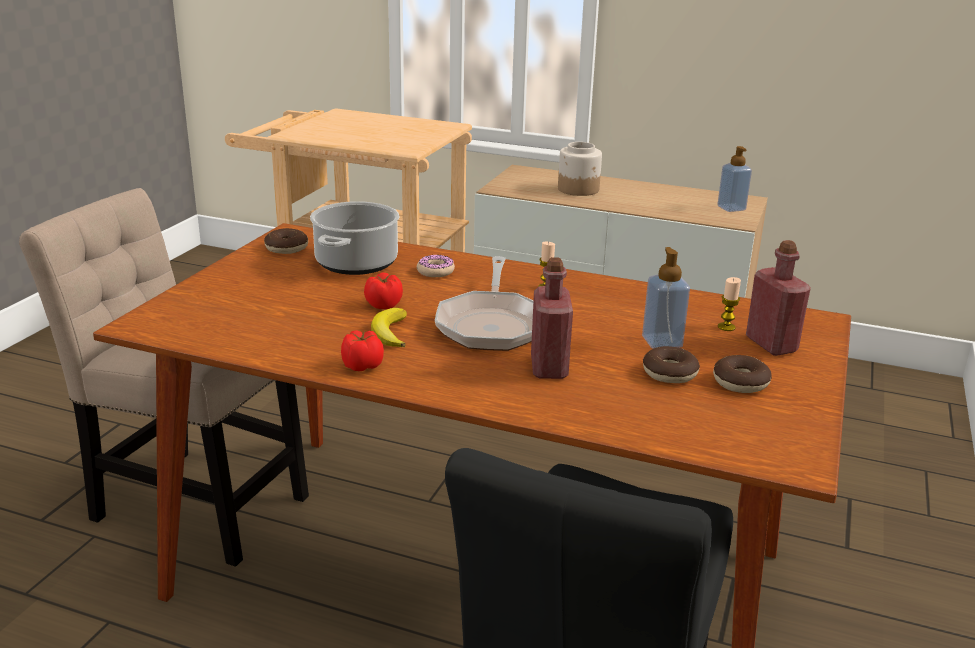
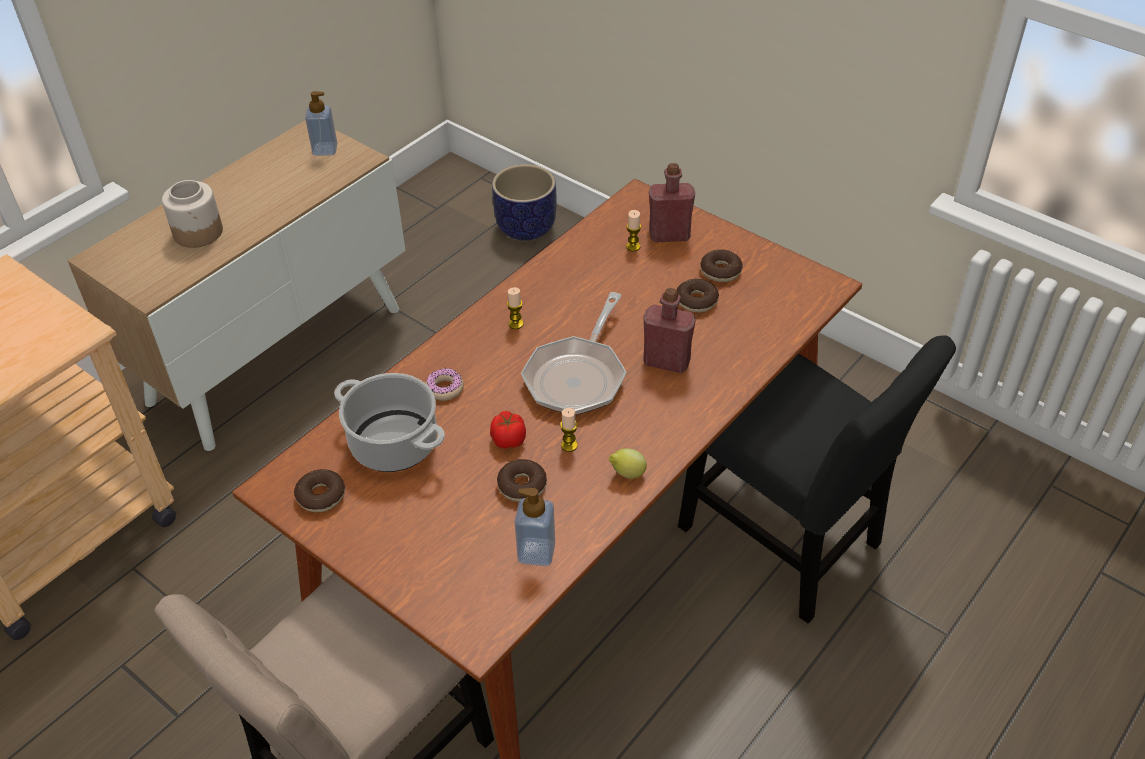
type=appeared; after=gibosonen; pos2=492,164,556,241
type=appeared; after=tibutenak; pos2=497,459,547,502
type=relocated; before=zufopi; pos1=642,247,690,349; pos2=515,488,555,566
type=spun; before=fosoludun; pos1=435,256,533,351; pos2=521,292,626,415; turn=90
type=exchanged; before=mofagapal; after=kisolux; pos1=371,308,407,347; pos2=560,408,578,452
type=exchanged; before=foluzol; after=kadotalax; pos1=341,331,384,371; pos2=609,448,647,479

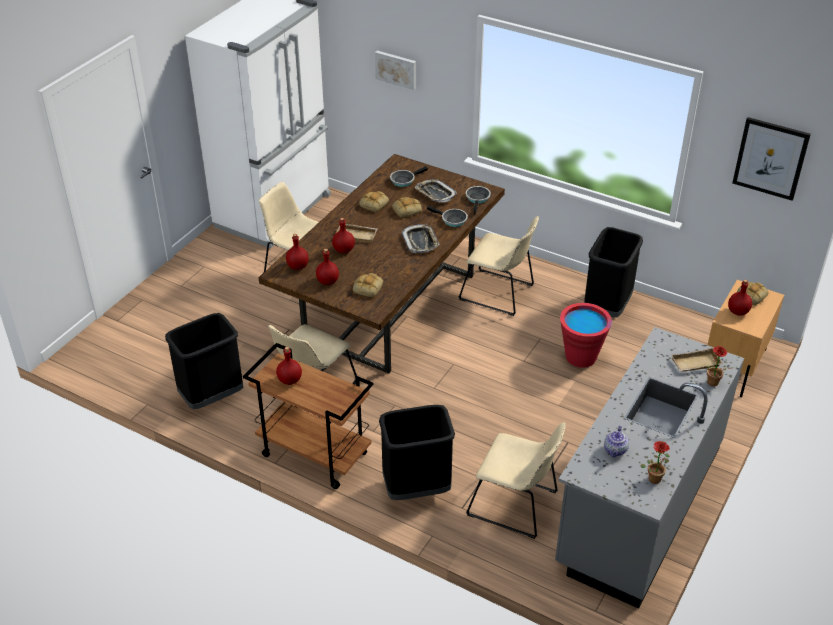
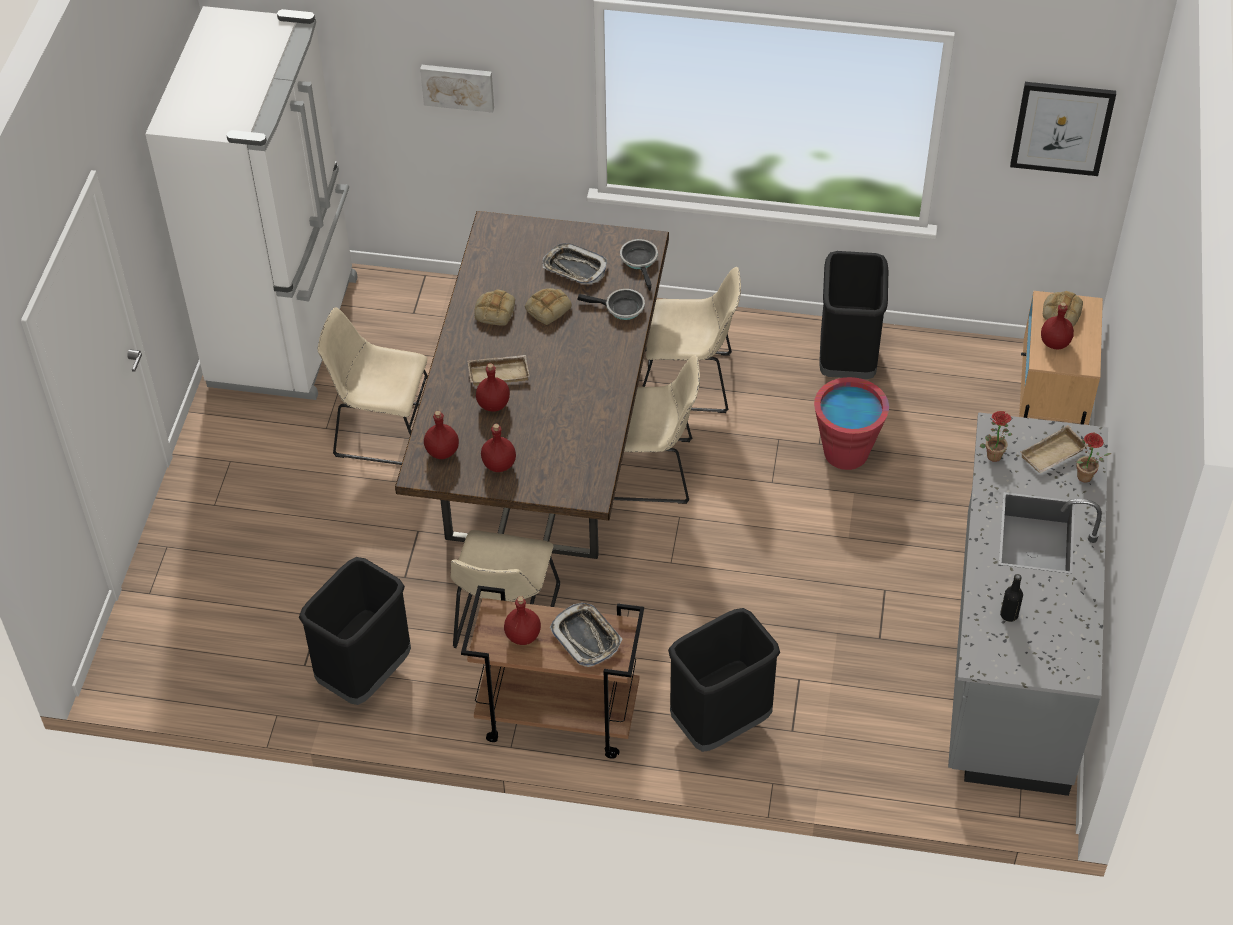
type=relocated; before=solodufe; pos1=402,224,440,253; pos2=550,603,623,667
type=relocated; before=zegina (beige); pos1=466,423,566,539; pos2=614,355,700,504
type=relocated; before=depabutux; pos1=640,441,670,484; pos2=980,411,1012,462
type=exchanged; before=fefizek; after=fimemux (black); pos1=604,426,629,457; pos2=1000,574,1023,622
type=missing; before=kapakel; pos1=353,273,383,297
type=missing; before=fosoludun; pos1=390,166,428,187

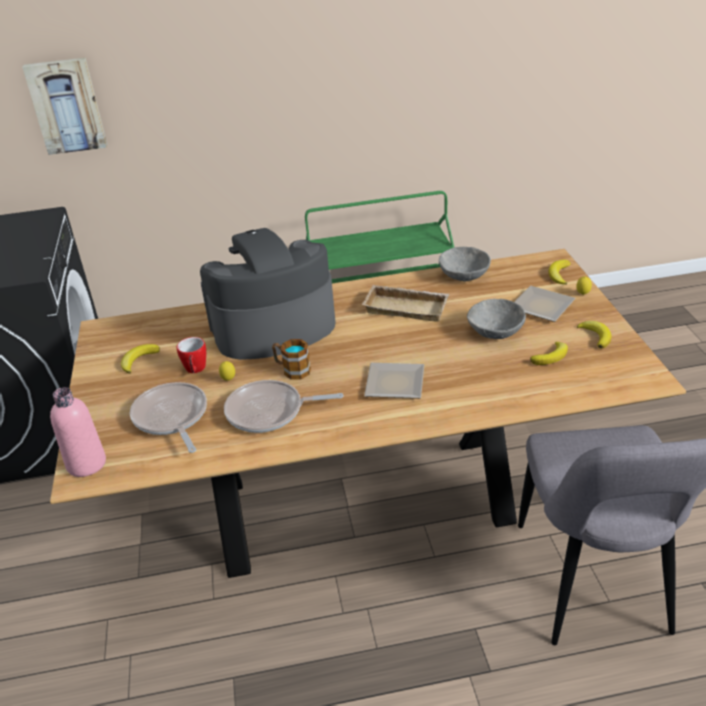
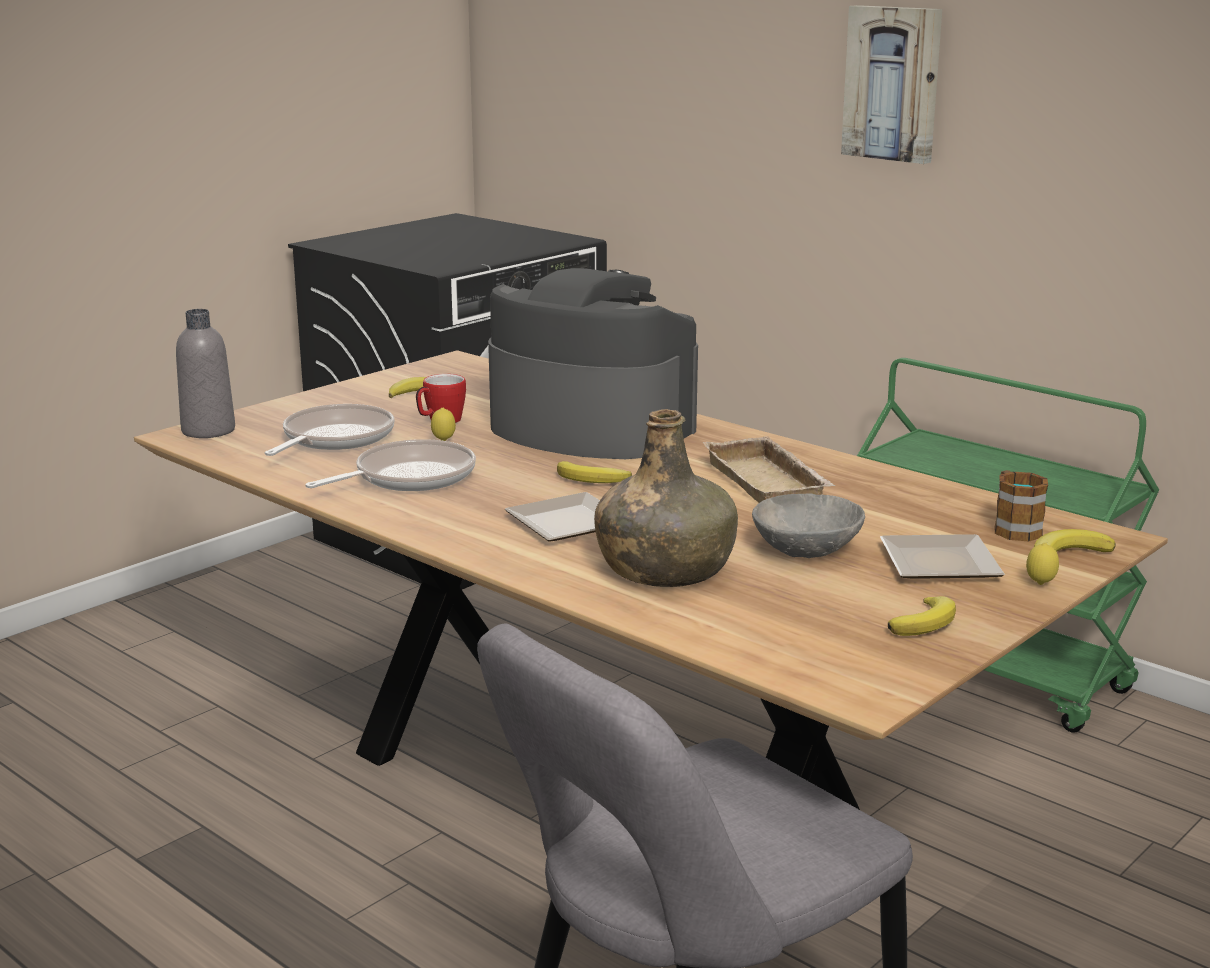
type=colour; before=fimemux (pink); after=fimemux (grey); pos1=50,387,106,477; pos2=176,309,235,438
type=spun; before=fosoludun; pos1=224,380,343,433; pos2=305,439,476,491; turn=90
type=relocated; before=mofagapal; pos1=530,342,568,365; pos2=557,461,632,483
type=appeared; after=fimemux (green); pos2=594,409,738,587
type=relocated; before=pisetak; pos1=22,58,107,155; pos2=841,5,942,164
type=relocated; before=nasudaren; pos1=272,339,311,379; pos2=994,470,1048,541
type=missing; before=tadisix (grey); pos1=439,247,491,282

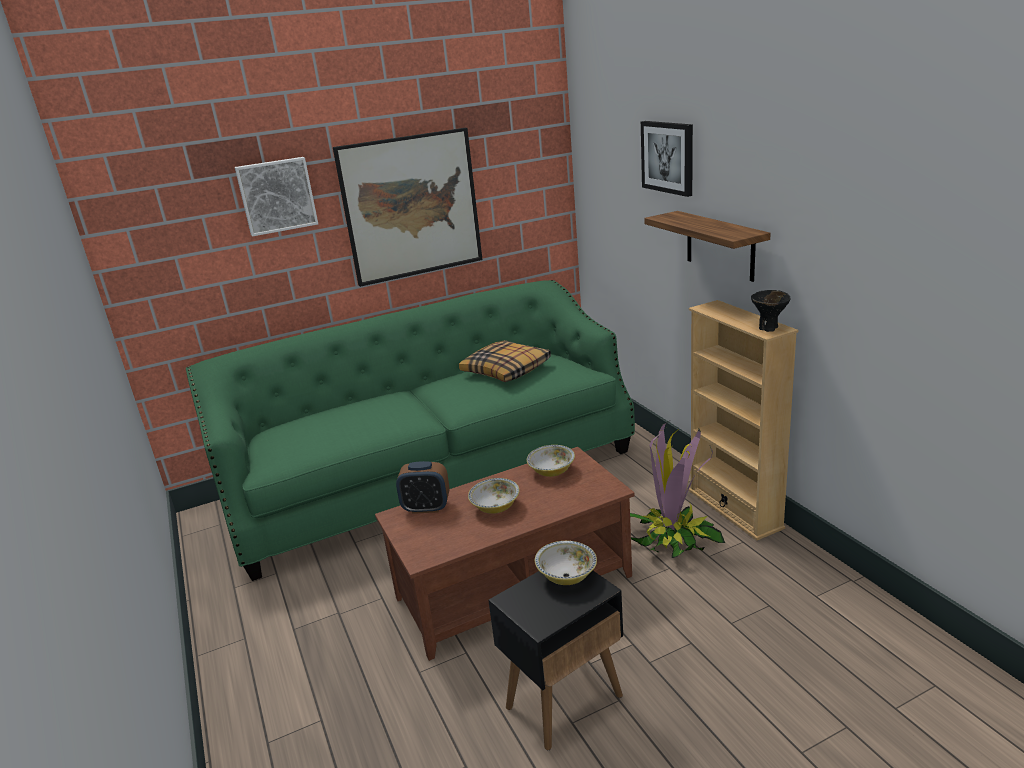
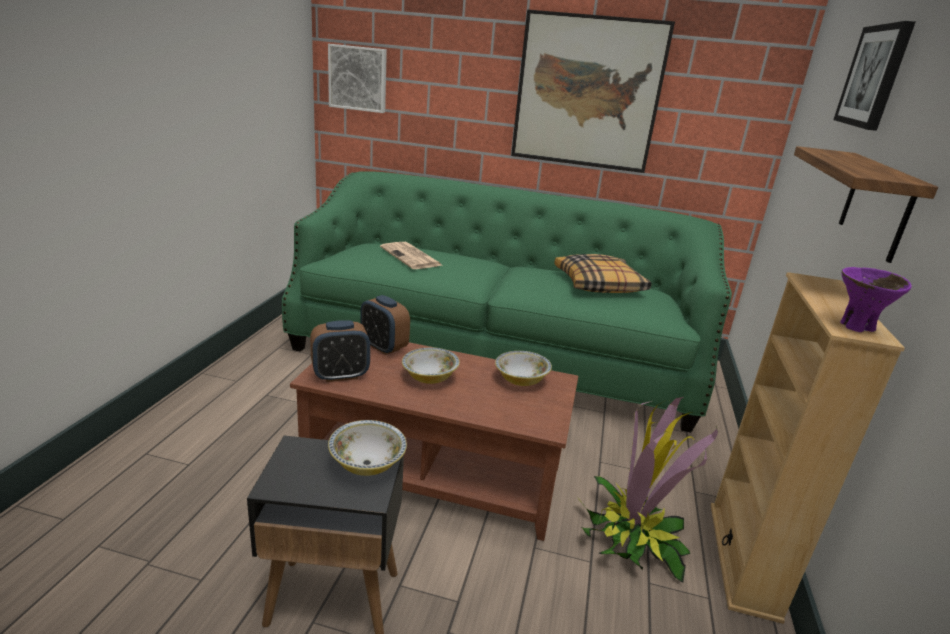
type=appeared; after=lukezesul; pos2=310,320,370,382
type=relocated; before=pisetak; pos1=235,157,318,237; pos2=328,44,387,113
type=appeared; after=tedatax; pos2=380,242,442,269
type=colour; before=tadisix (black); after=tadisix (purple); pos1=751,290,791,332; pos2=840,267,912,332

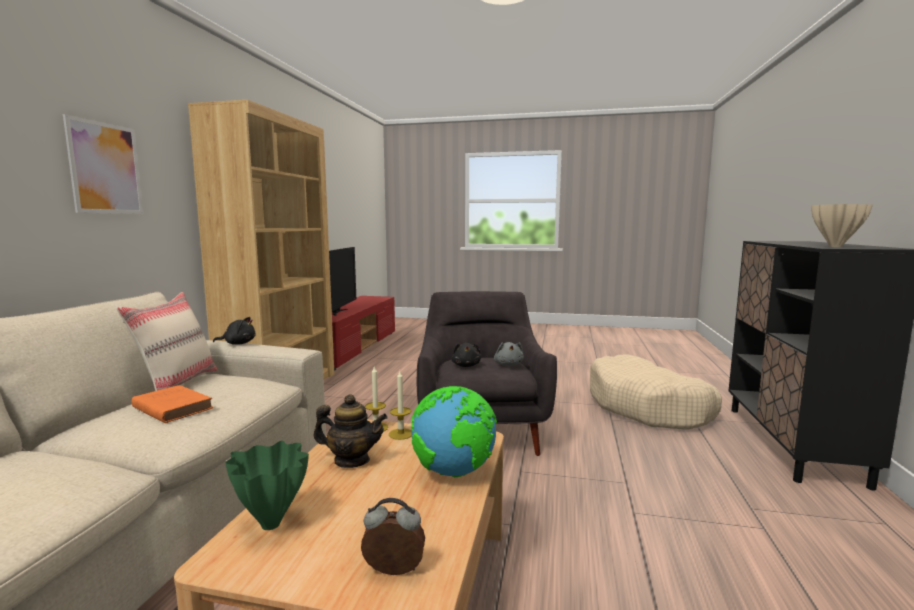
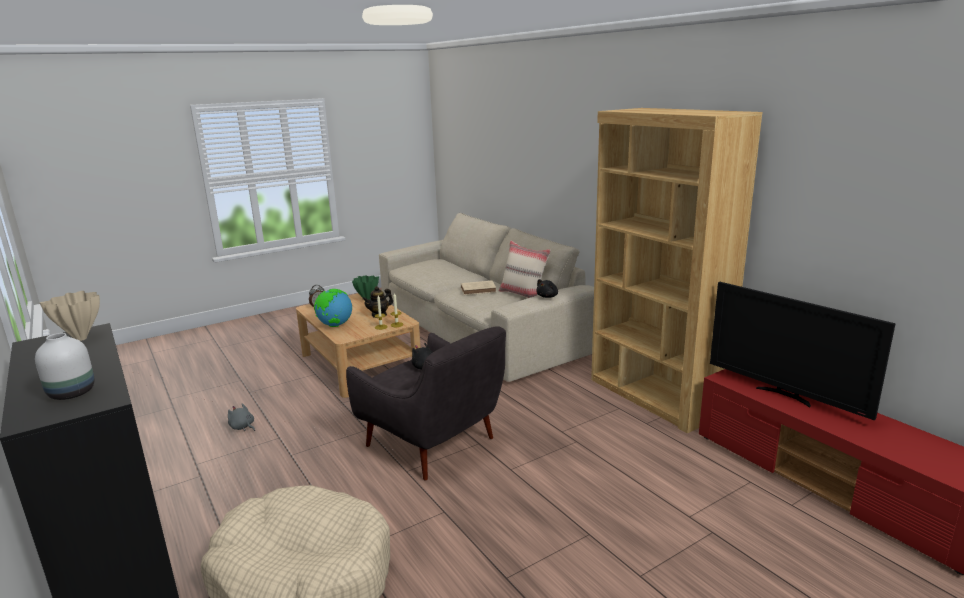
type=appeared; after=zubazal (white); pos2=35,333,94,400
type=relocated; before=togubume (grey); pos1=494,342,524,366; pos2=228,403,255,431
type=colour; before=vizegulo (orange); after=vizegulo (beige); pos1=132,385,213,423; pos2=461,281,496,295
type=missing; before=pisetak; pos1=63,114,143,214

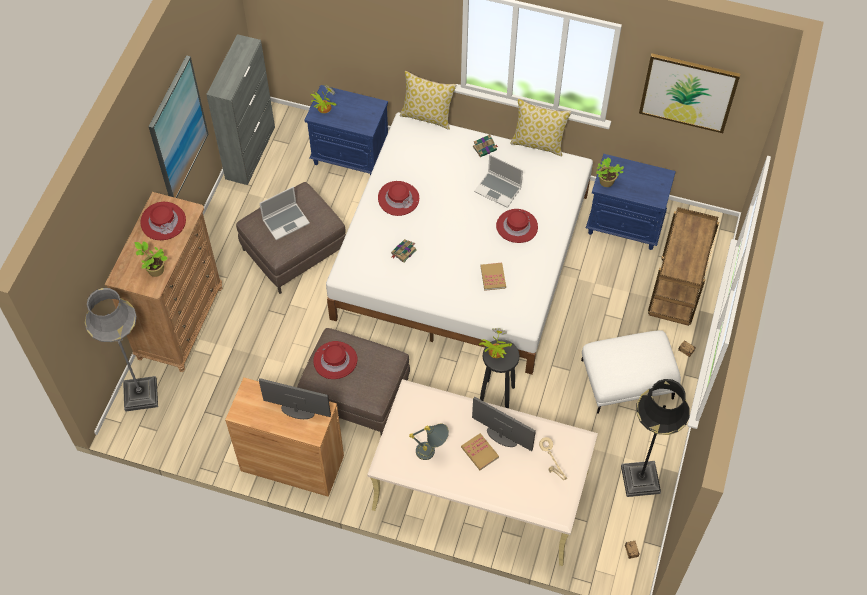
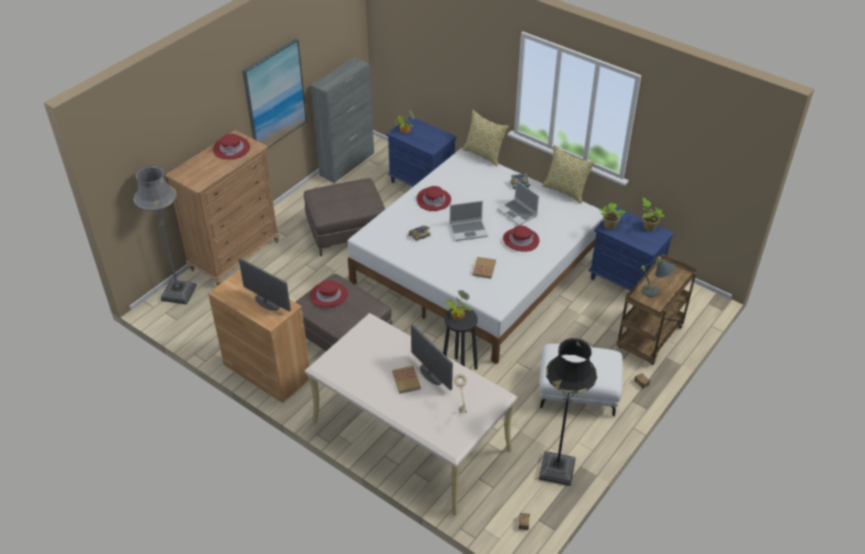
type=relocated; before=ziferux; pos1=259,187,310,240; pos2=449,201,488,241
type=relocated; before=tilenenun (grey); pos1=409,424,449,460; pos2=641,257,676,297
type=relocated; before=depabutux; pos1=134,241,168,277; pos2=642,198,665,231
type=missing; before=pisetak; pos1=639,53,740,133

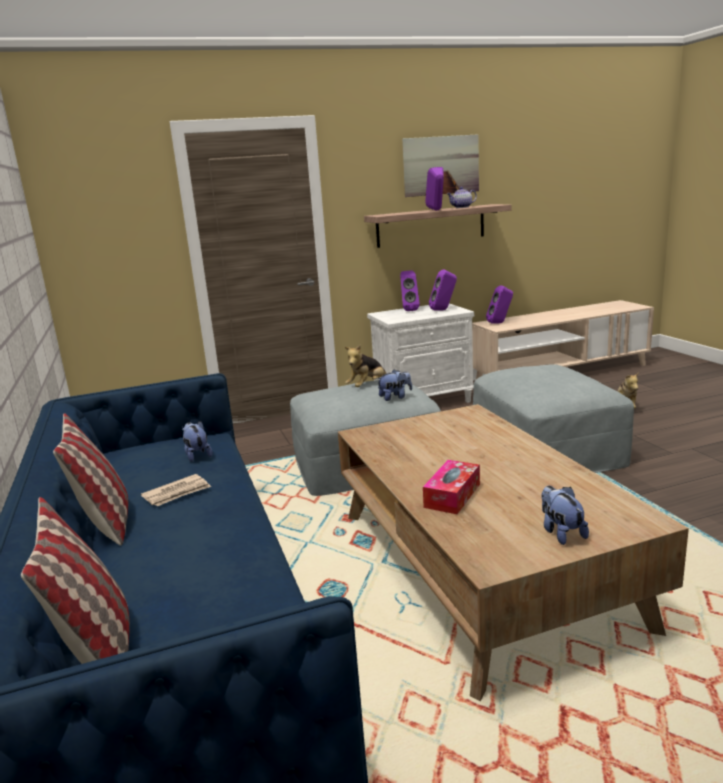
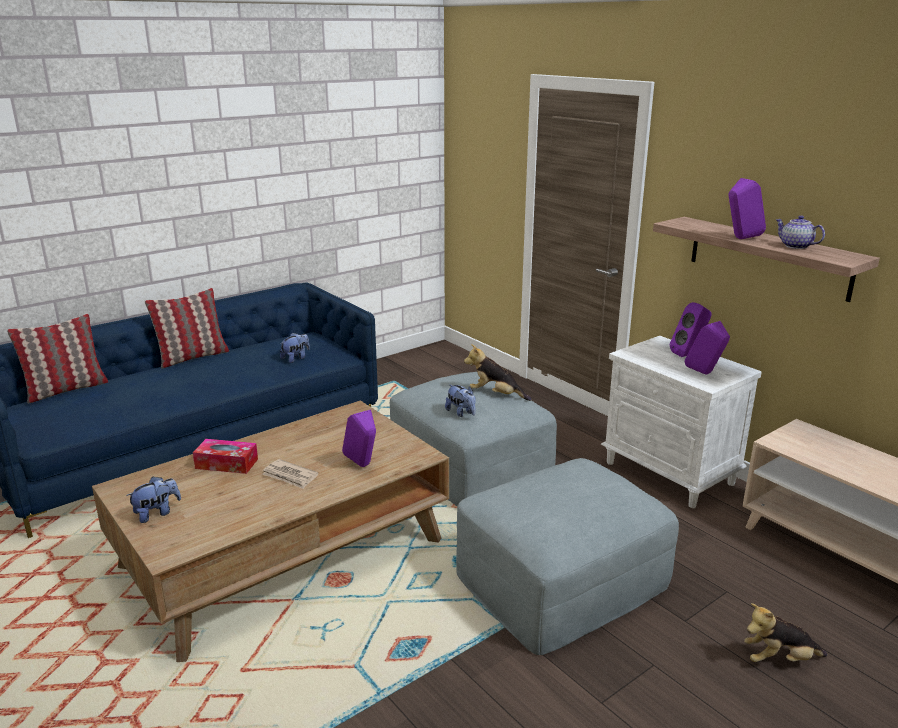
type=relocated; before=tedatax; pos1=141,474,211,506; pos2=262,459,318,489
type=relocated; before=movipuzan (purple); pos1=486,285,513,324; pos2=342,410,376,467
type=missing; before=pisetak; pos1=402,134,479,197

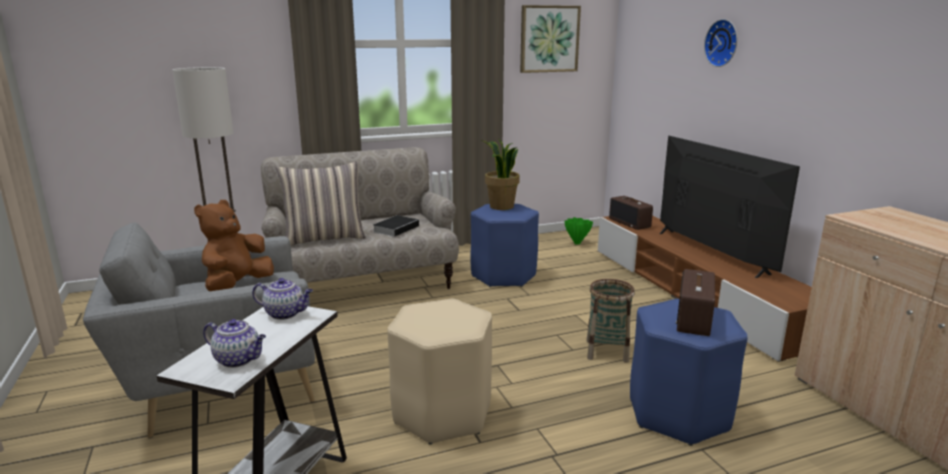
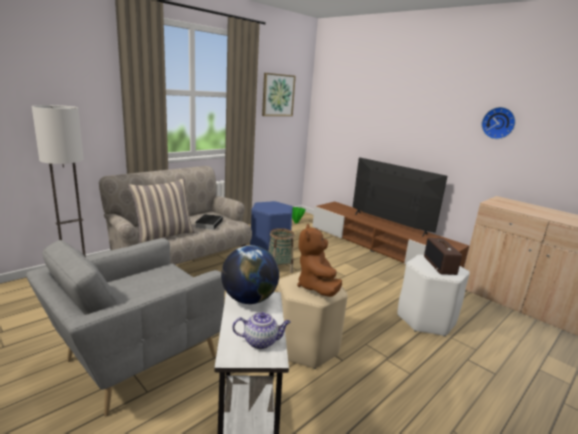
type=exchanged; before=fefizek; after=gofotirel; pos1=252,278,313,320; pos2=221,245,279,304
type=relocated; before=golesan; pos1=587,279,635,363; pos2=268,228,294,273
type=relocated; before=togubume (brown); pos1=194,200,274,291; pos2=297,224,342,297
type=colour; before=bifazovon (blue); after=bifazovon (white); pos1=630,299,747,446; pos2=397,255,470,337
type=relocated; before=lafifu; pos1=704,19,737,67; pos2=481,107,516,139
type=missing; before=depabutux; pos1=482,139,520,210
type=missing; before=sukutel; pos1=609,196,653,230

